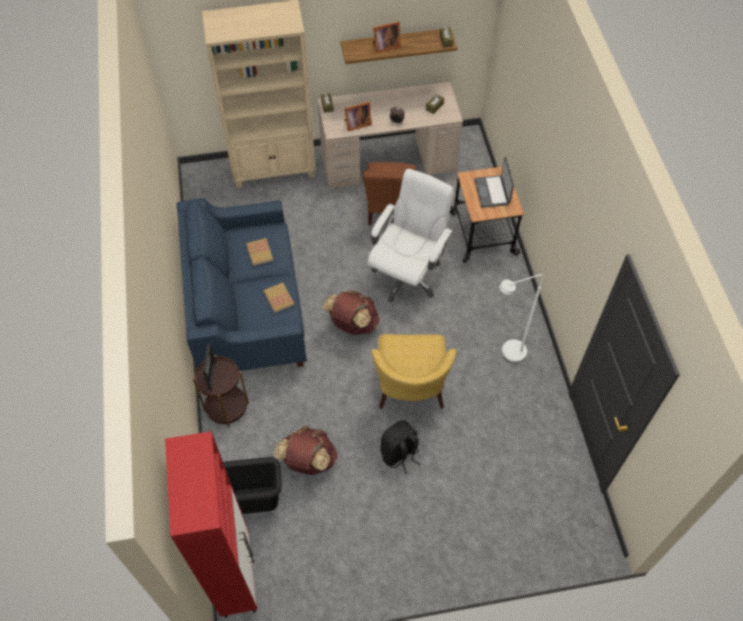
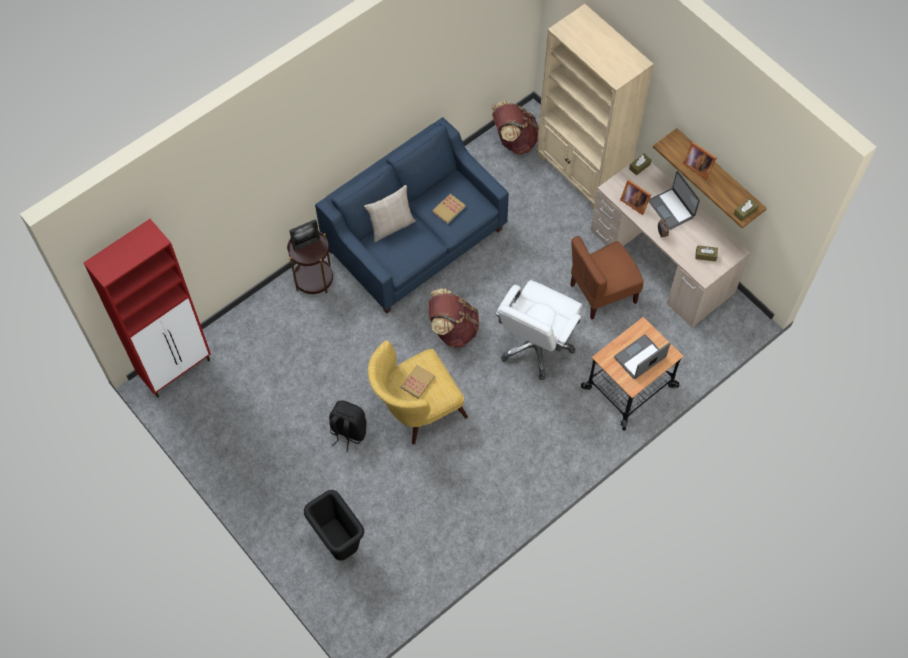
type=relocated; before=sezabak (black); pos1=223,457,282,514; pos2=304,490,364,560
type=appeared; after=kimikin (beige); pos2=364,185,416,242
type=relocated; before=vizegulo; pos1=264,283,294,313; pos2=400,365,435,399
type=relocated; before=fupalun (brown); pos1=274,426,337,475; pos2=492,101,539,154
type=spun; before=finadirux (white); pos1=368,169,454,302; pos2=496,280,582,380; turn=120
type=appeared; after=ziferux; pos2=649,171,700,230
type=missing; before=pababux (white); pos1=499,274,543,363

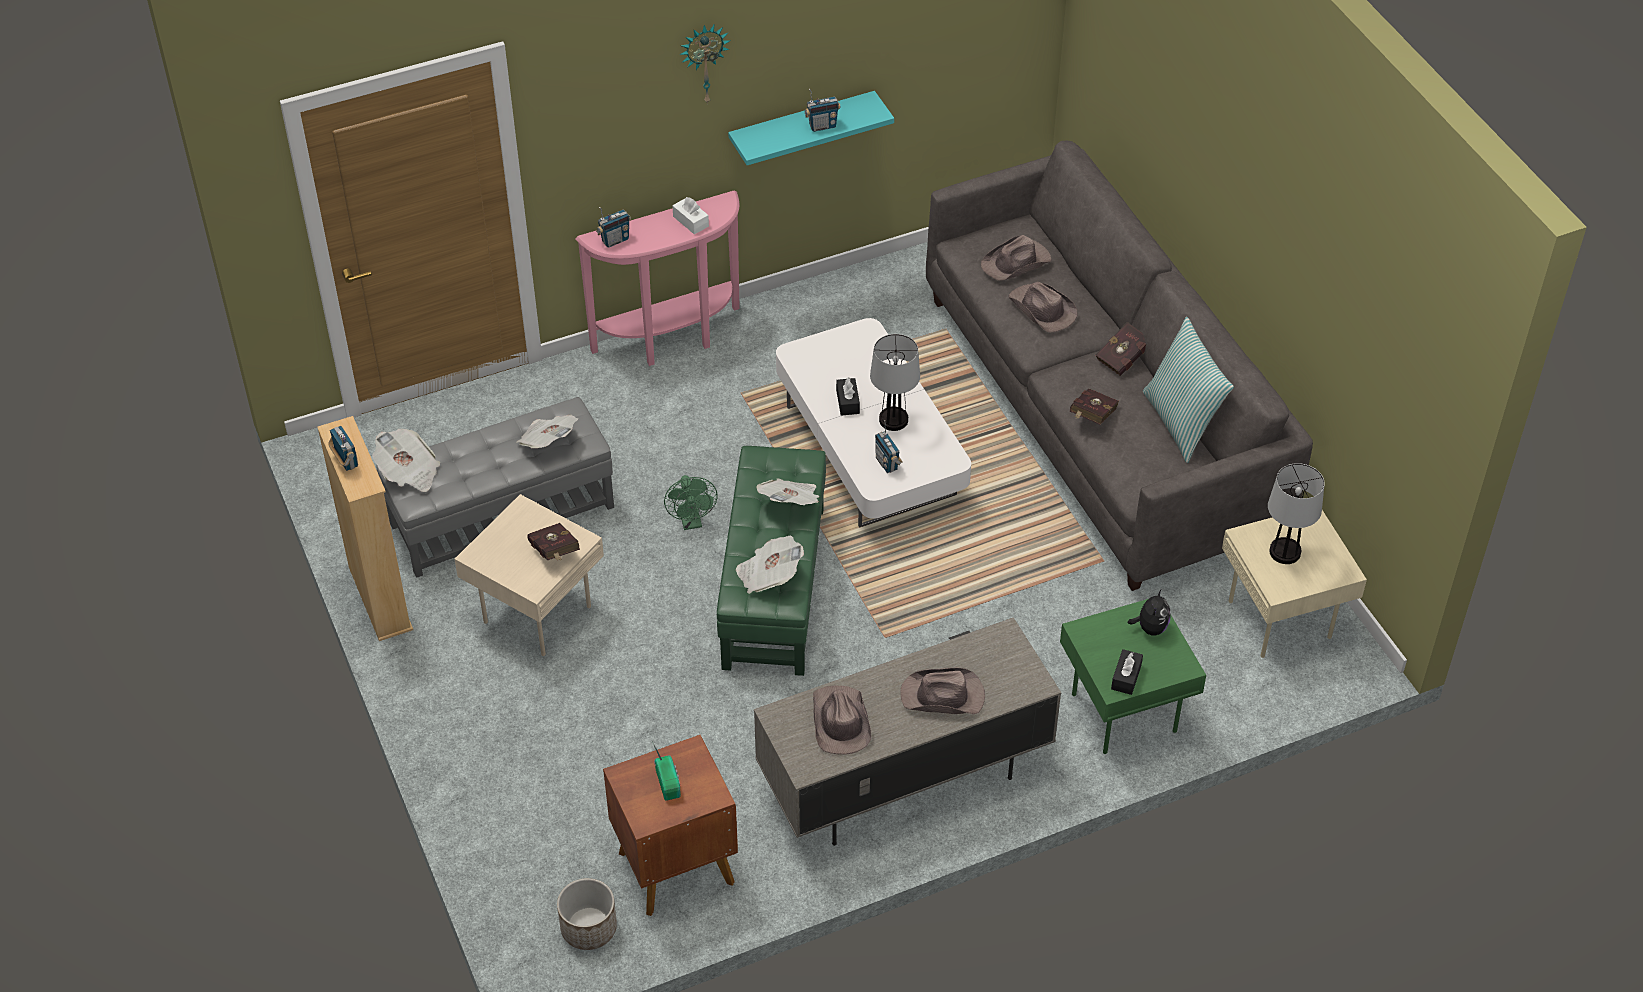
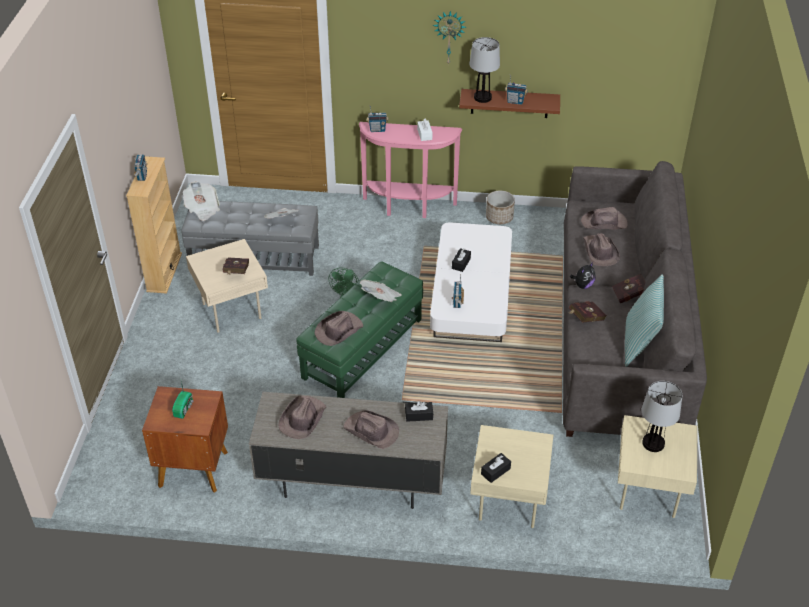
type=exchanged; before=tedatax; after=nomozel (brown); pos1=736,536,804,594; pos2=314,311,363,346
type=appeared; after=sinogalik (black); pos2=405,401,433,422
type=colour; before=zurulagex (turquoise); after=zurulagex (brown); pos1=728,91,894,165; pos2=459,89,560,118
type=relocated; before=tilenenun; pos1=870,334,920,431; pos2=469,37,500,103
type=colour; before=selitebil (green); after=selitebil (beige); pos1=1060,599,1206,754; pos2=470,425,553,528
type=relocated; before=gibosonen; pos1=557,878,617,950; pos2=486,190,515,224
type=relocated; before=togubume; pos1=1128,590,1170,636; pos2=570,262,596,289

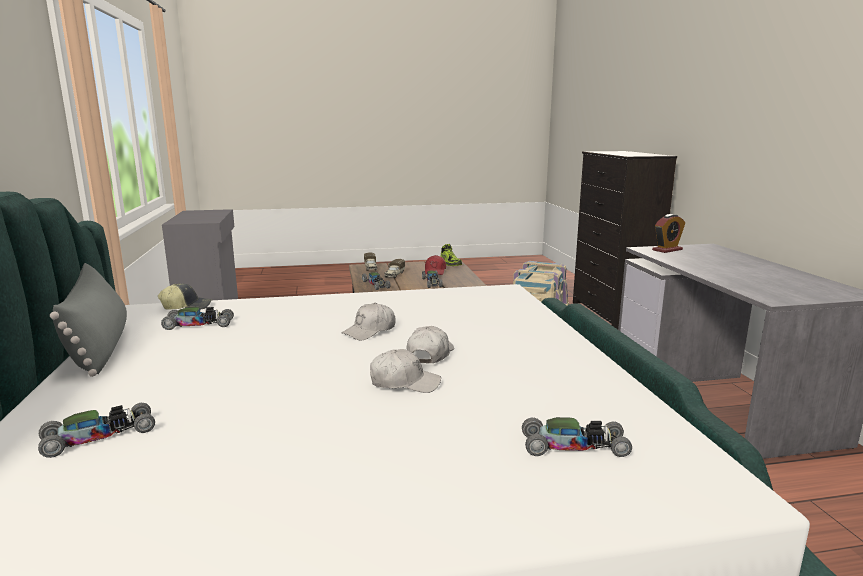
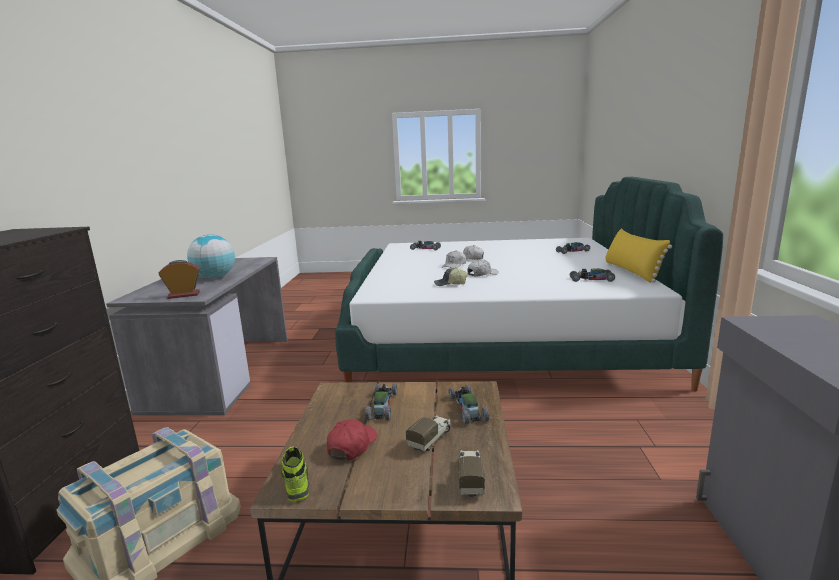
type=appeared; after=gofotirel; pos2=187,234,235,279
type=relocated; before=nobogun; pos1=158,283,212,310; pos2=434,267,468,286
type=colour; before=kimikin (grey); after=kimikin (yellow); pos1=50,263,127,377; pos2=606,228,672,283

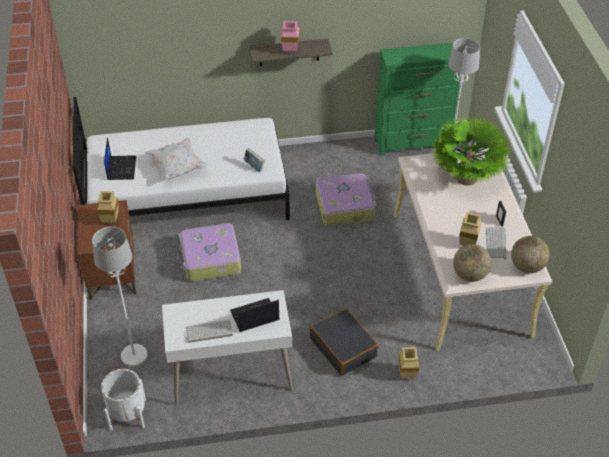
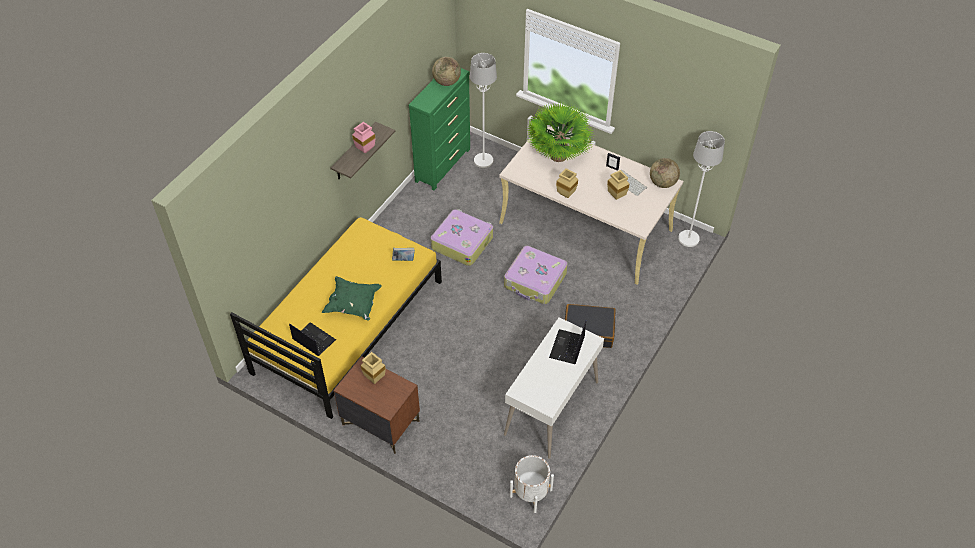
type=colour; before=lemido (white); after=lemido (yellow); pos1=72,97,290,220; pos2=230,217,442,419
type=colour; before=kimikin (white); after=kimikin (green); pos1=145,138,207,182; pos2=322,276,382,321
type=relocated; before=gofotirel; pos1=453,244,491,282; pos2=432,57,461,86
type=relocated; before=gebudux; pos1=178,223,241,281; pos2=504,246,568,304
type=relocated; before=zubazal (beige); pos1=398,347,419,378; pos2=556,168,578,198
type=relocated; before=pababux (white); pos1=92,226,148,367; pos2=678,131,725,247
type=missing; before=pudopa; pos1=186,320,233,343

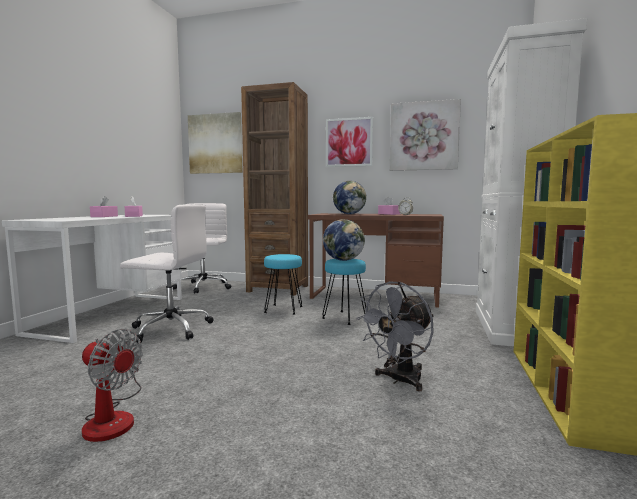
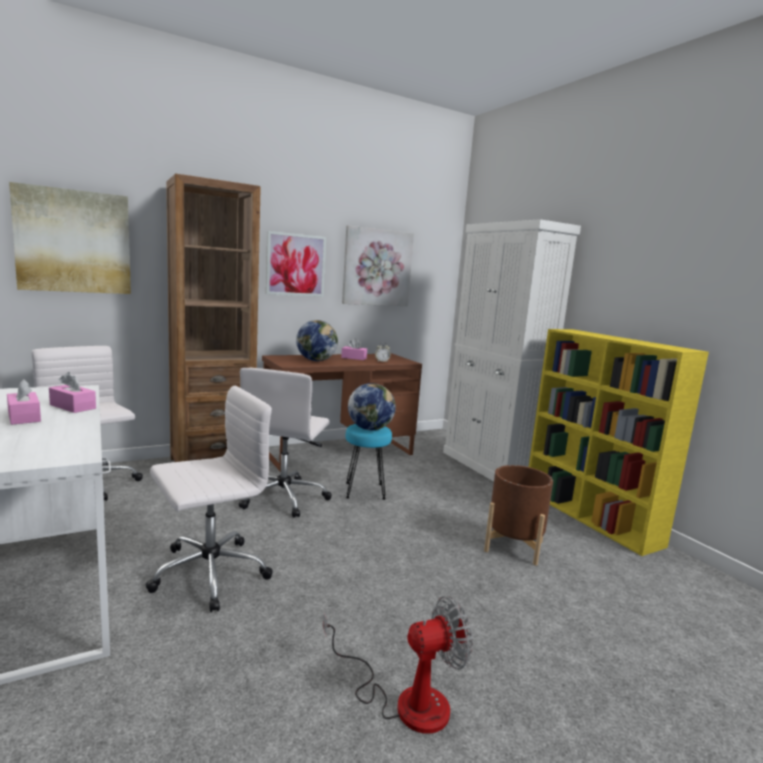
type=exchanged; before=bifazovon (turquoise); after=finadirux (white); pos1=264,254,303,315; pos2=239,368,332,518
type=exchanged; before=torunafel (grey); after=gibosonen (brown); pos1=356,281,434,391; pos2=484,465,553,566

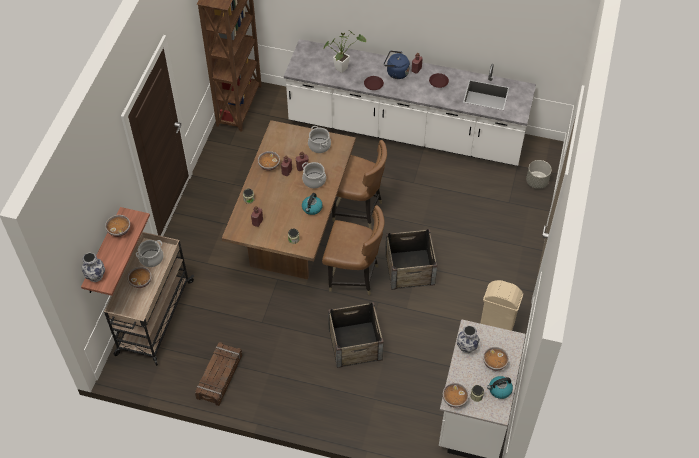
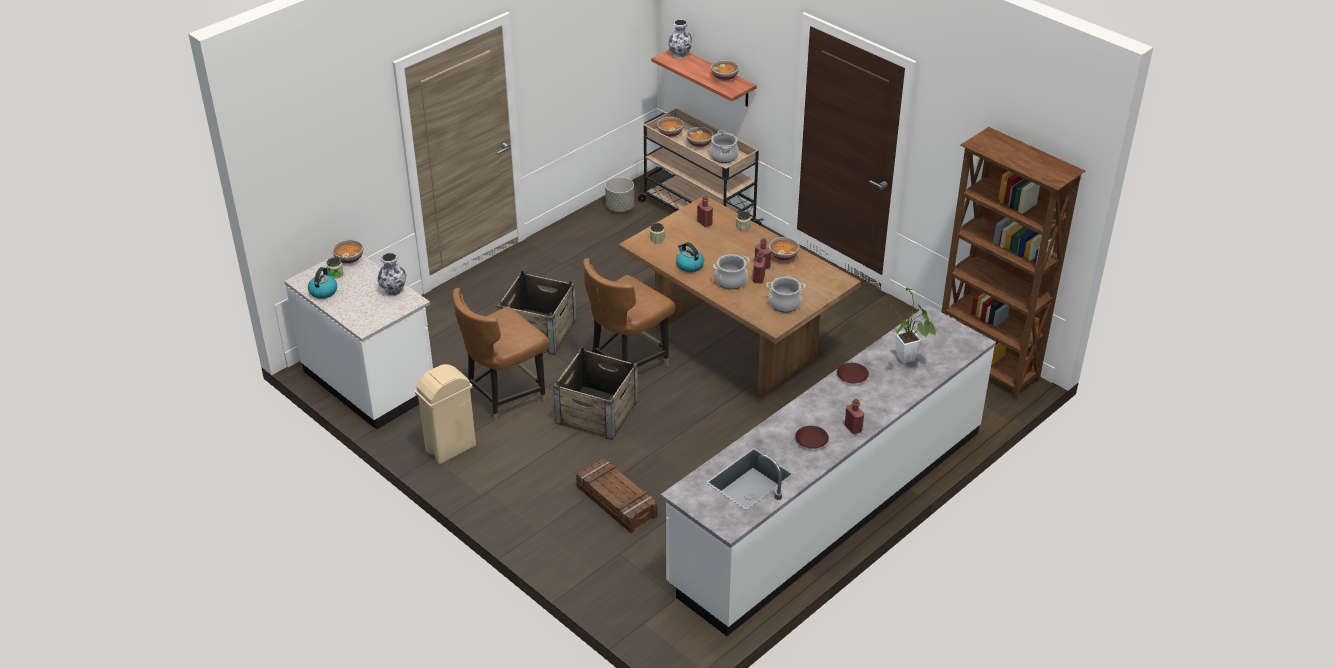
type=relocated; before=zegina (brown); pos1=332,140,387,229; pos2=453,288,550,423
type=relocated; before=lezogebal; pos1=195,342,242,406; pos2=576,458,658,533
type=relocated; before=gibosonen (grey); pos1=526,160,552,189; pos2=605,177,634,212
type=relocated; before=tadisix; pos1=483,347,509,371; pos2=657,117,684,137
type=missing; before=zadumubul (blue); pos1=384,51,410,79

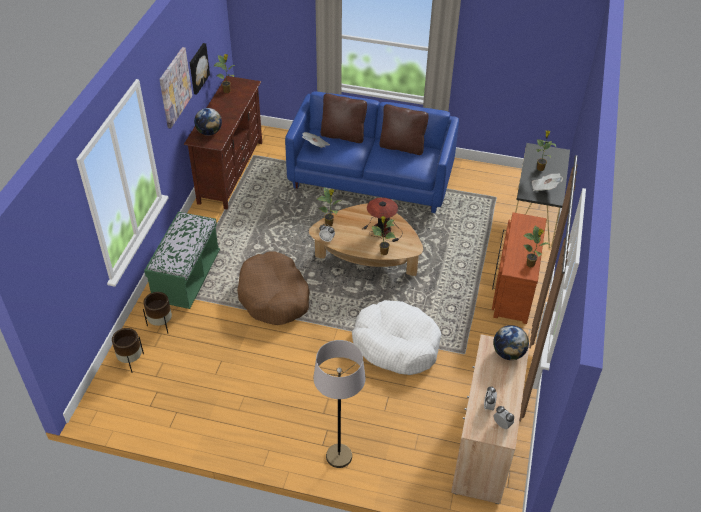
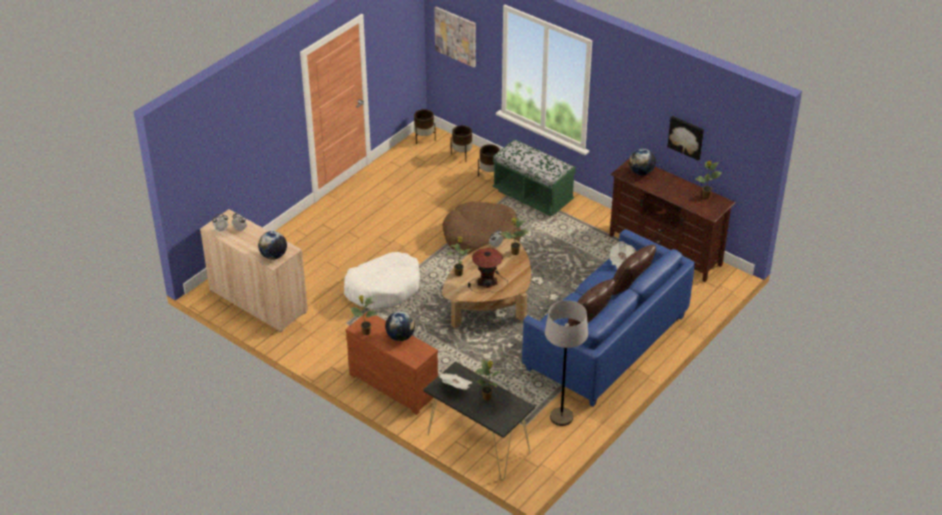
type=appeared; after=gofotirel; pos2=385,311,415,341
type=appeared; after=gibosonen (brown); pos2=414,109,436,144
type=relocated; before=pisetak; pos1=159,47,192,129; pos2=434,7,476,67
type=relocated; before=pababux (grey); pos1=313,340,366,468; pos2=545,300,588,426

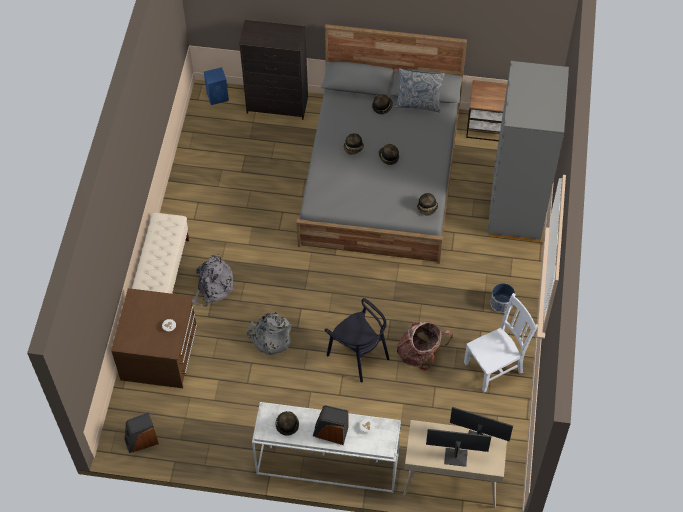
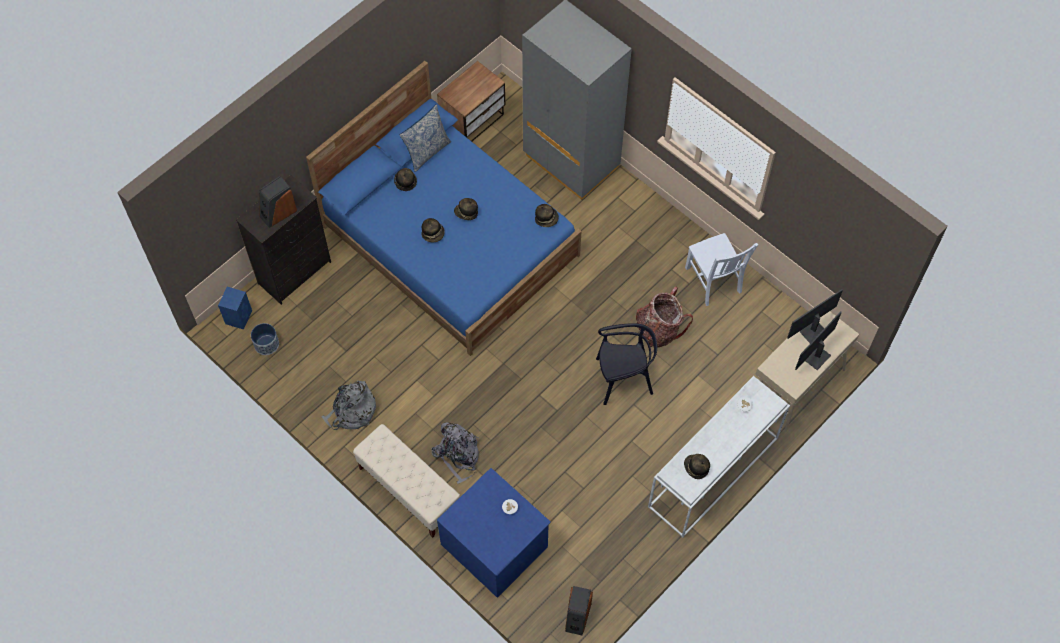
type=relocated; before=gibosonen; pos1=490,283,515,313; pos2=251,323,279,355
type=relocated; before=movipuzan; pos1=313,406,349,445; pos2=259,176,297,228
type=colour; before=lemido (grey); after=lemido (blue); pos1=296,24,467,264; pos2=306,61,582,356
type=relocated; before=fupalun (grey); pos1=247,312,292,356; pos2=322,380,376,430
type=colour; before=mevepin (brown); after=mevepin (blue); pos1=111,288,197,388; pos2=437,468,551,598
type=spun; before=zegina (white); pos1=464,293,538,392; pos2=685,233,758,306; turn=150

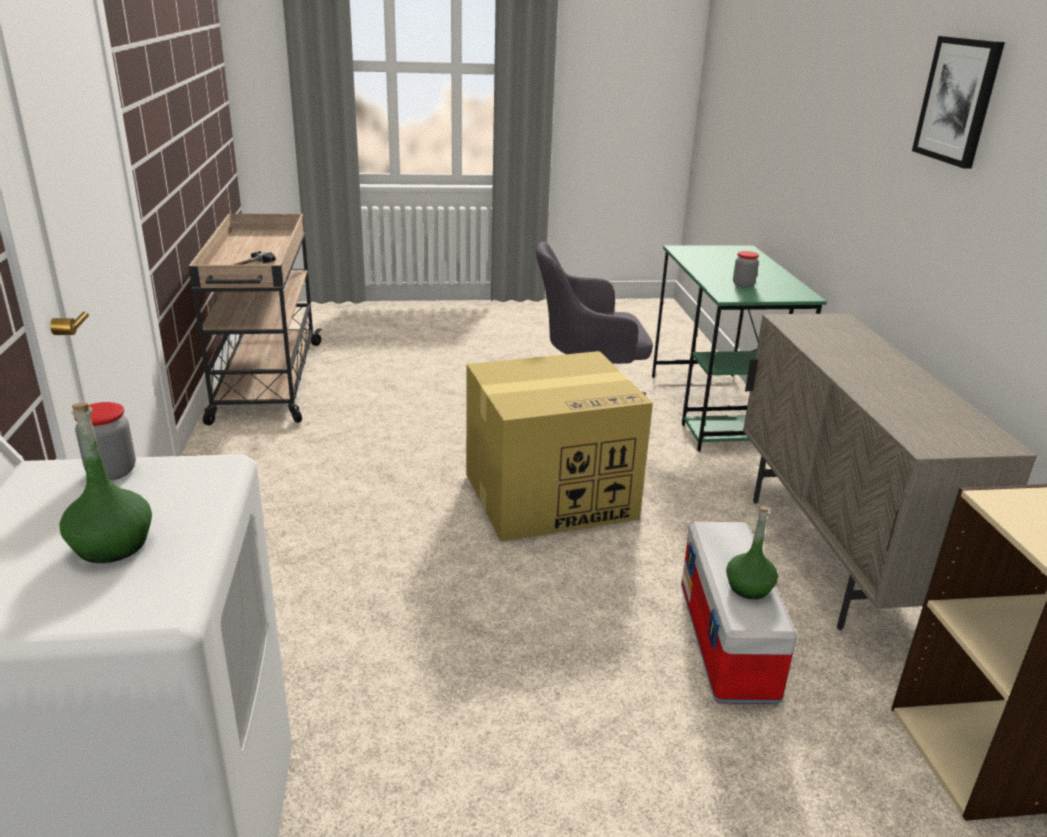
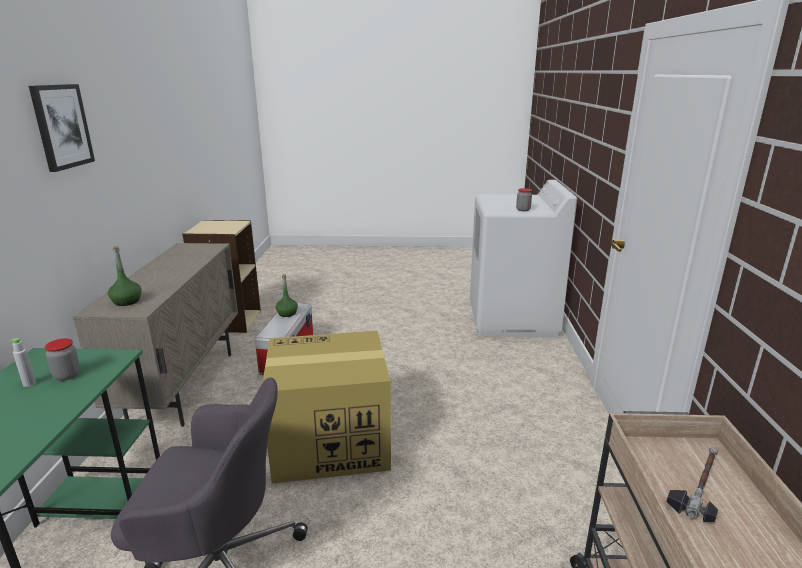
type=appeared; after=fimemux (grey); pos2=10,338,36,387
type=relocated; before=fimemux (green); pos1=59,403,152,563; pos2=108,246,142,306

